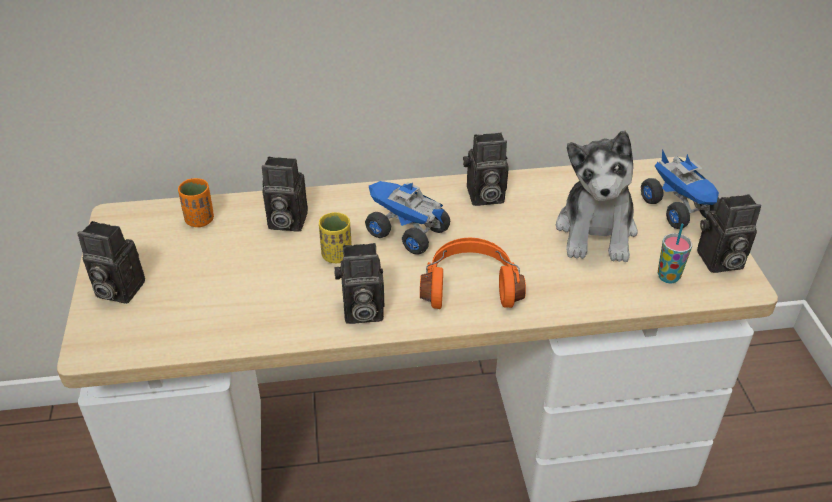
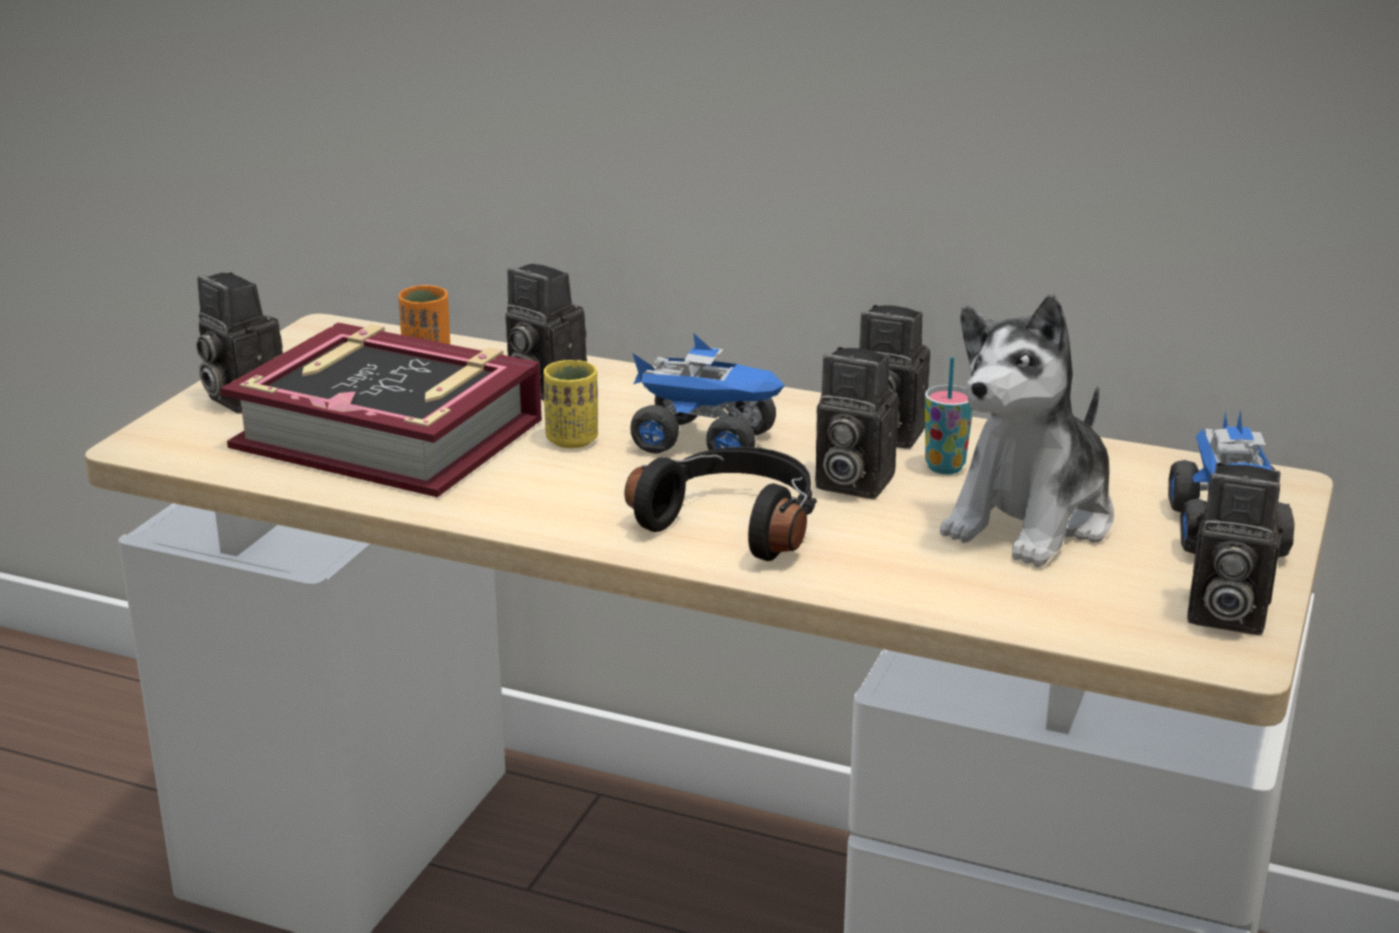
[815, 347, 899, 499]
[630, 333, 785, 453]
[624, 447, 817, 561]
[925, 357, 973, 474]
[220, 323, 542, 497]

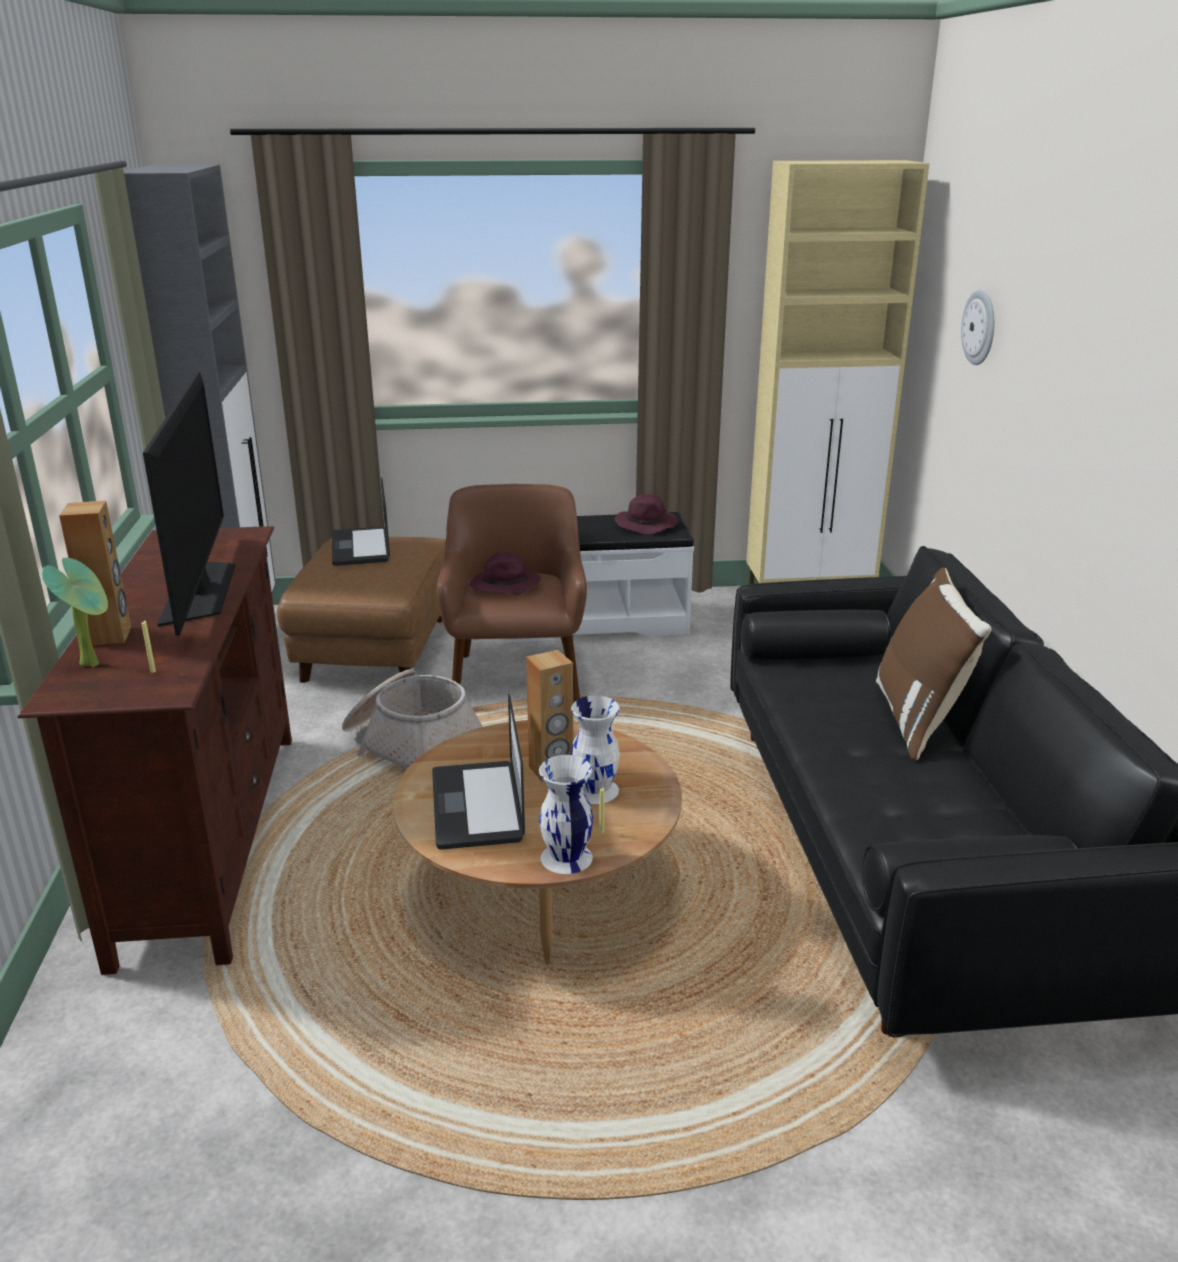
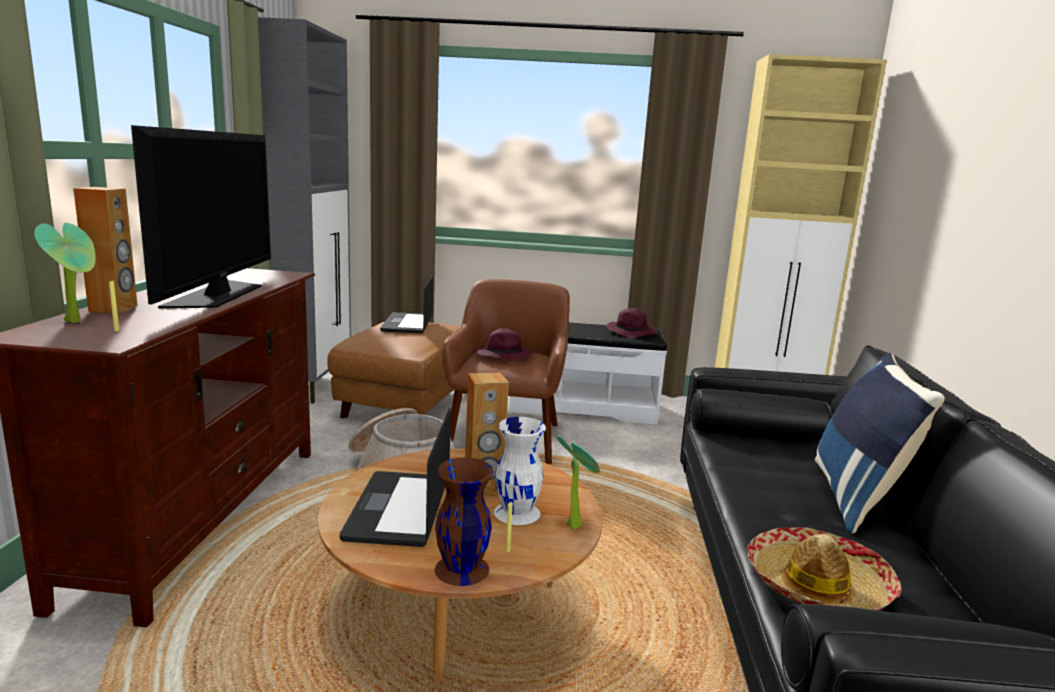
[435, 457, 494, 586]
[815, 353, 945, 533]
[961, 290, 994, 365] (first image)
[556, 436, 600, 530]
[747, 527, 901, 611]

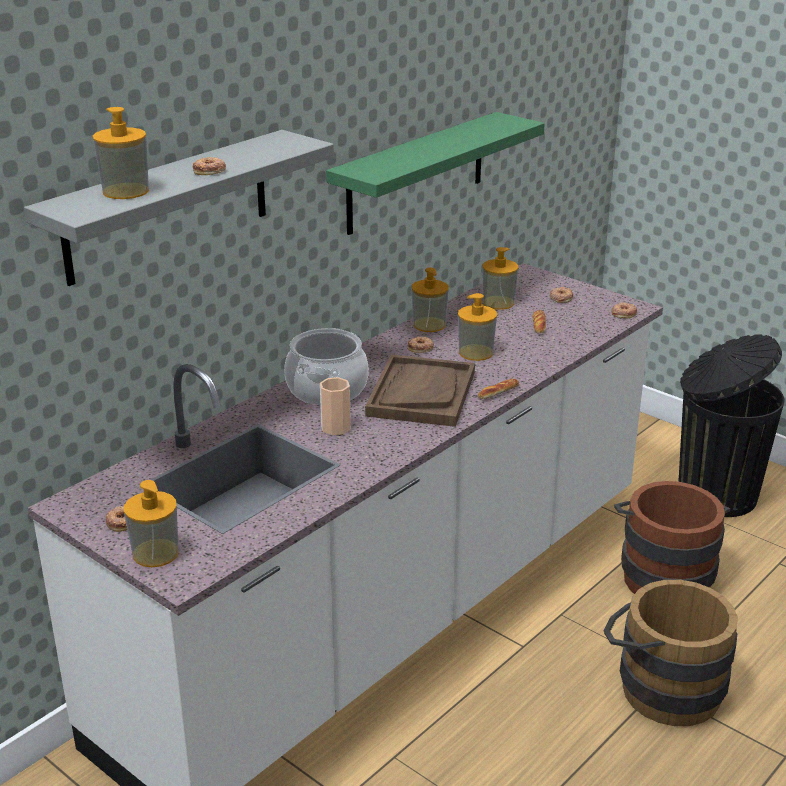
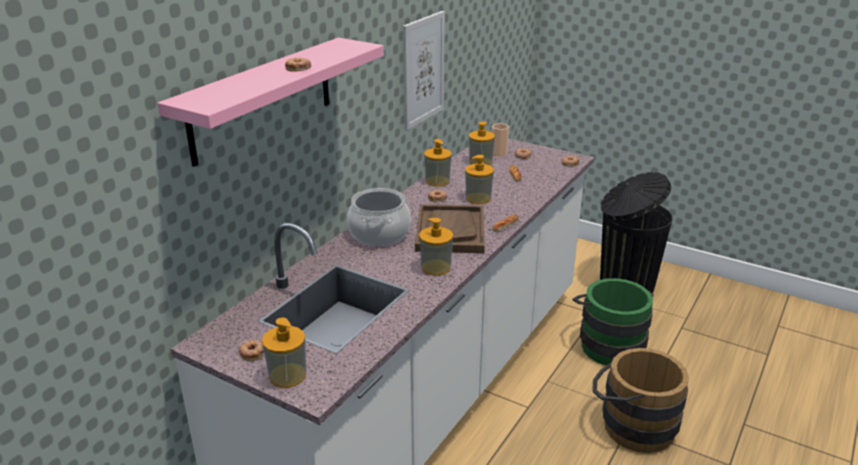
[157, 38, 384, 167]
[419, 218, 453, 275]
[491, 123, 509, 157]
[403, 11, 445, 130]
[573, 278, 653, 365]

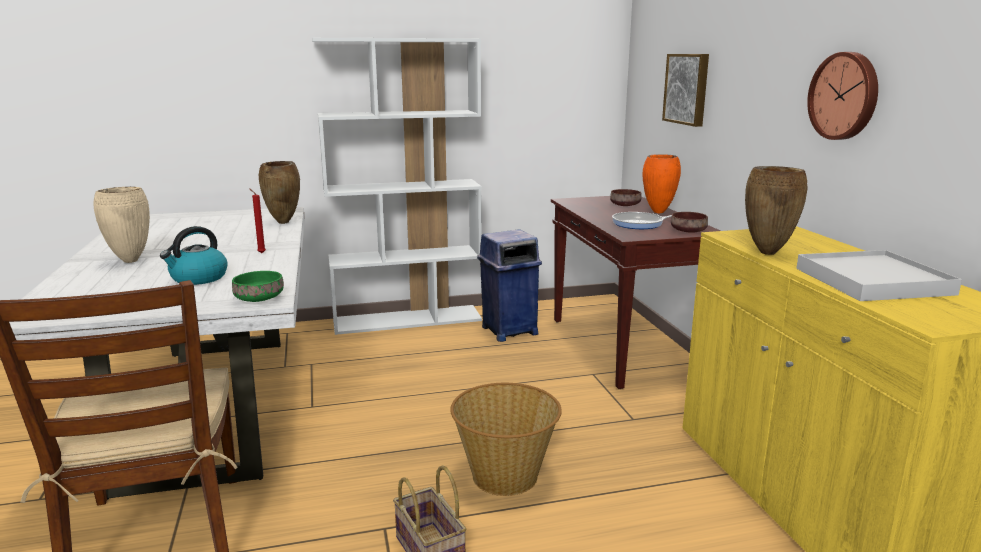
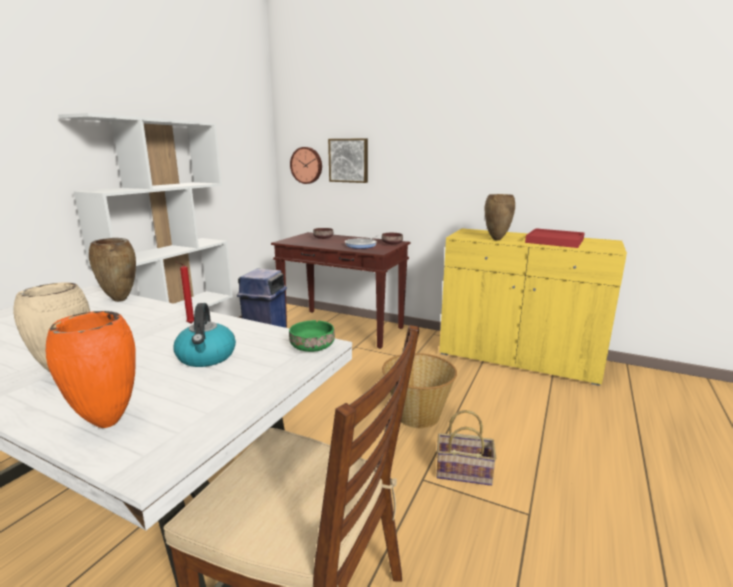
[45, 311, 136, 428]
[525, 228, 585, 248]
[290, 147, 322, 184]

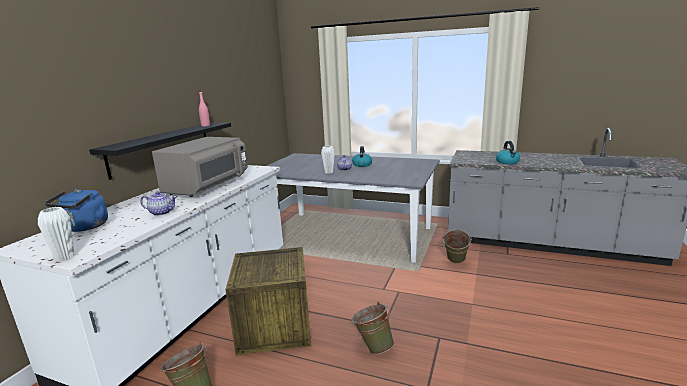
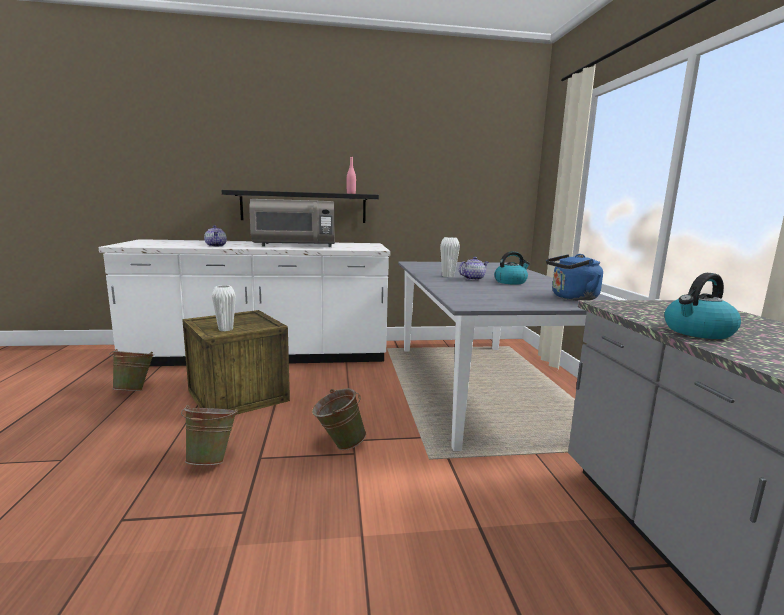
[212, 285, 236, 331]
[546, 254, 603, 301]
[312, 389, 366, 450]

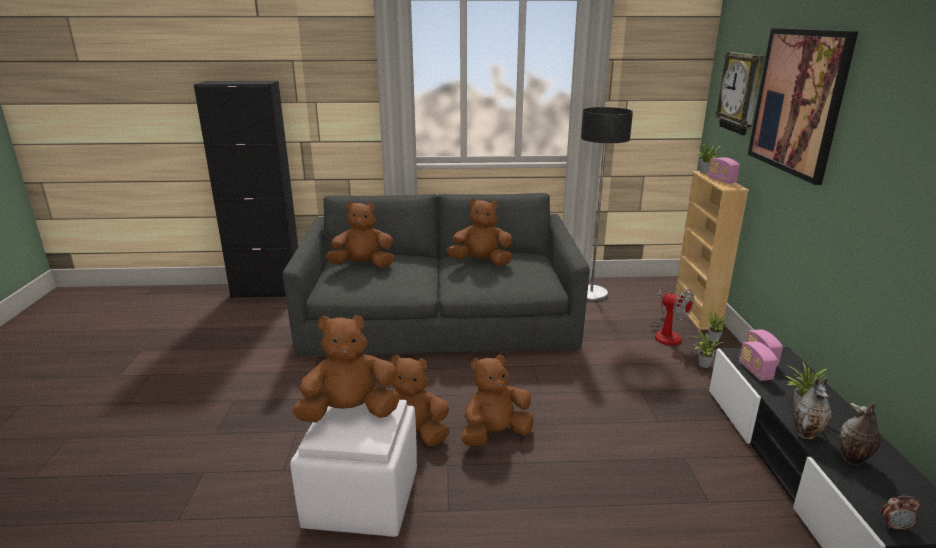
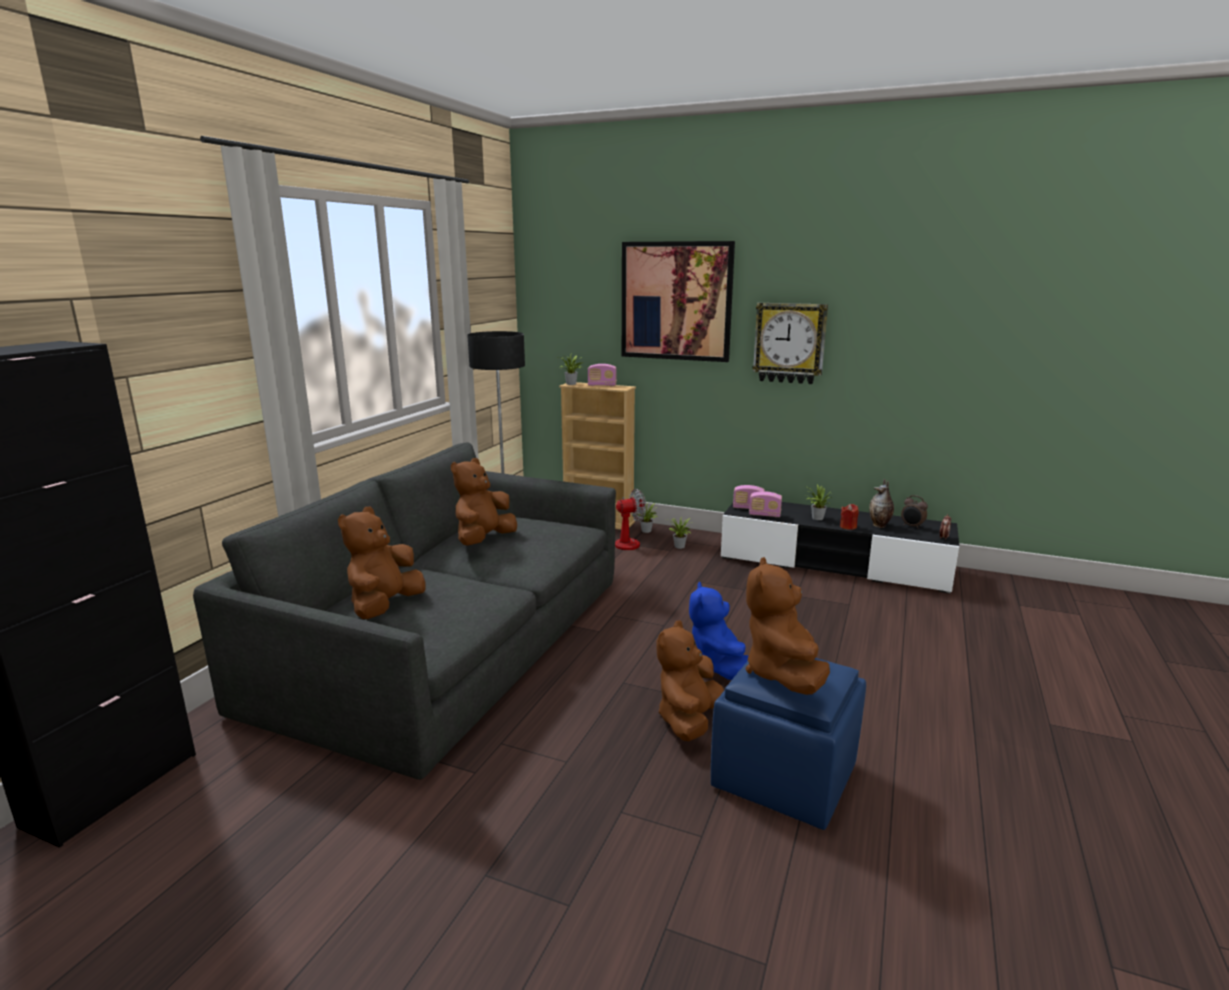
[711, 658, 866, 830]
[689, 582, 749, 680]
[752, 303, 828, 384]
[840, 504, 859, 530]
[901, 495, 928, 529]

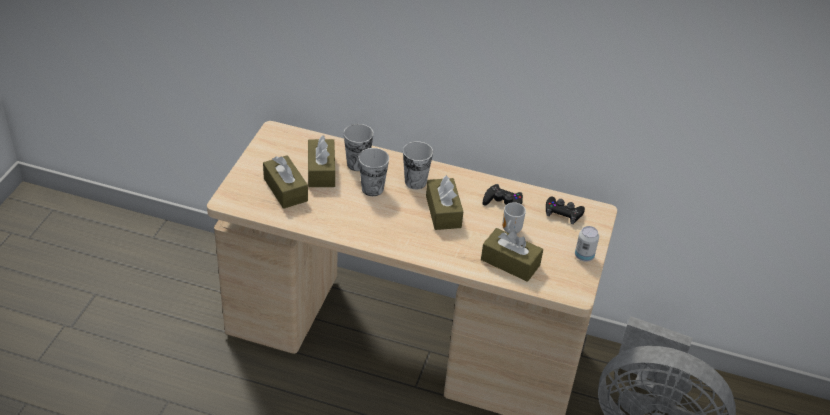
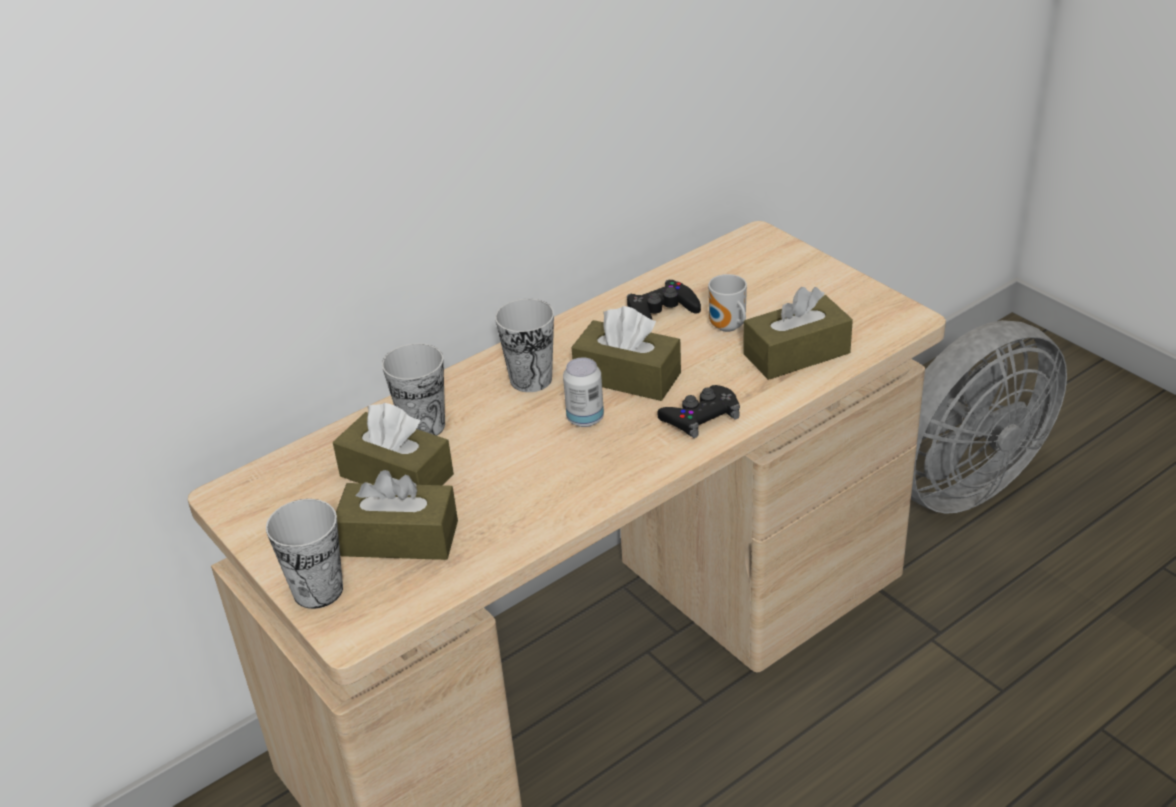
[266, 499, 343, 609]
[657, 385, 740, 438]
[563, 358, 604, 427]

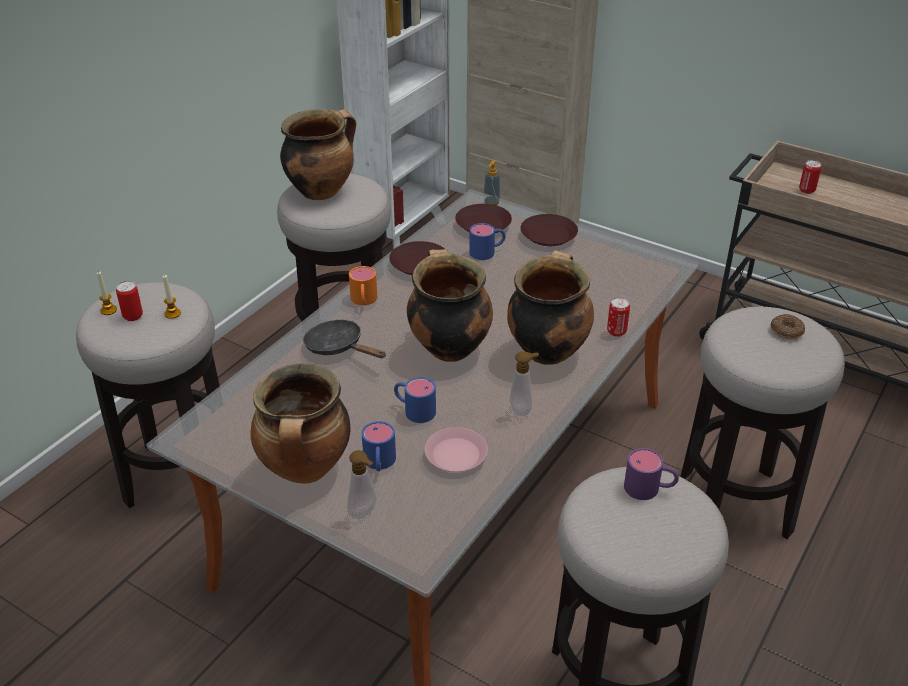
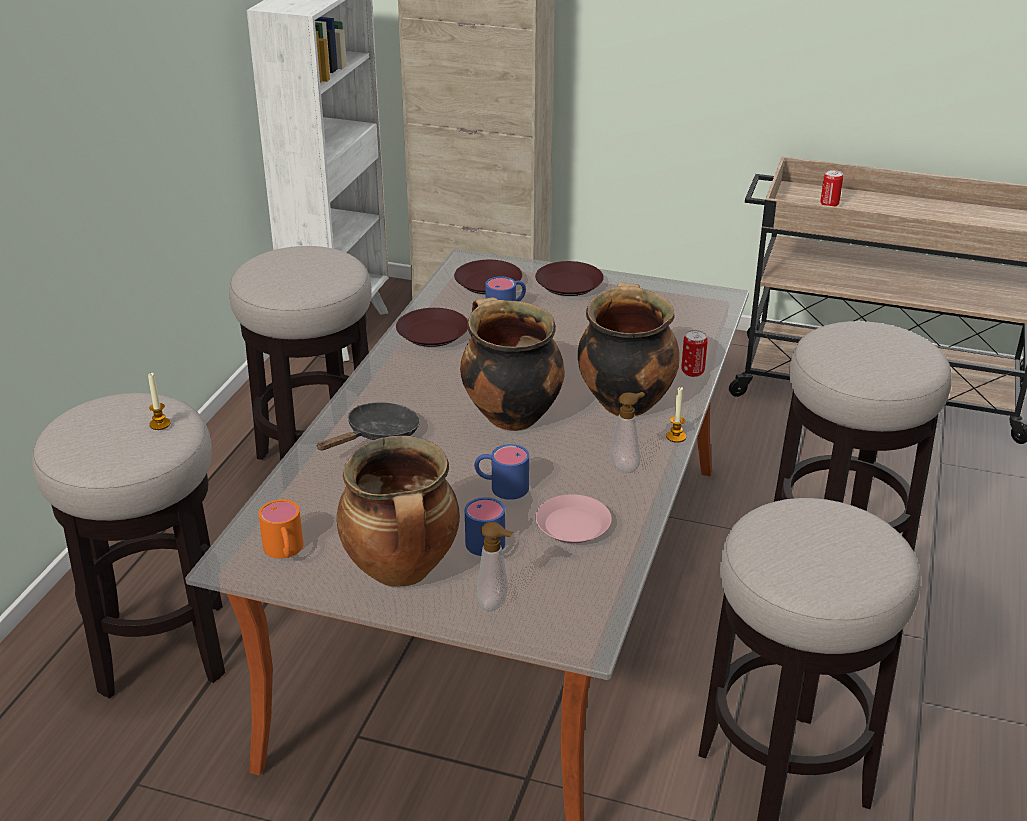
[666, 387, 686, 443]
[116, 281, 143, 321] (first image)
[280, 109, 356, 200] (first image)
[316, 402, 420, 450]
[258, 499, 303, 559]
[483, 160, 501, 205] (first image)
[624, 448, 679, 500] (first image)
[770, 314, 805, 339] (first image)

